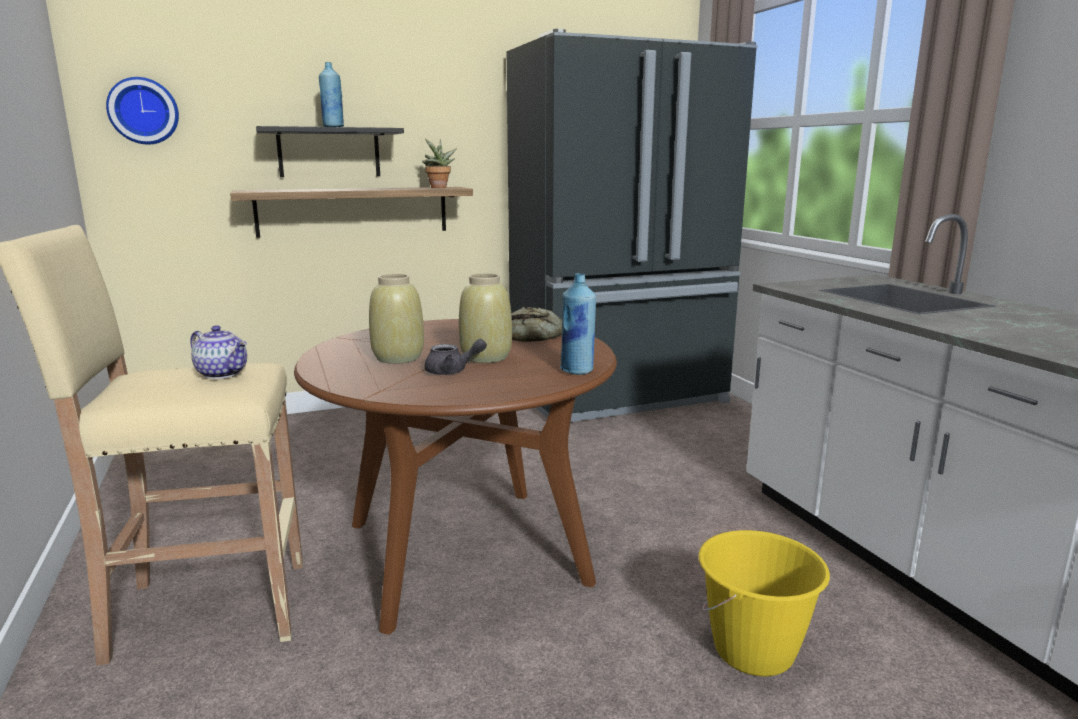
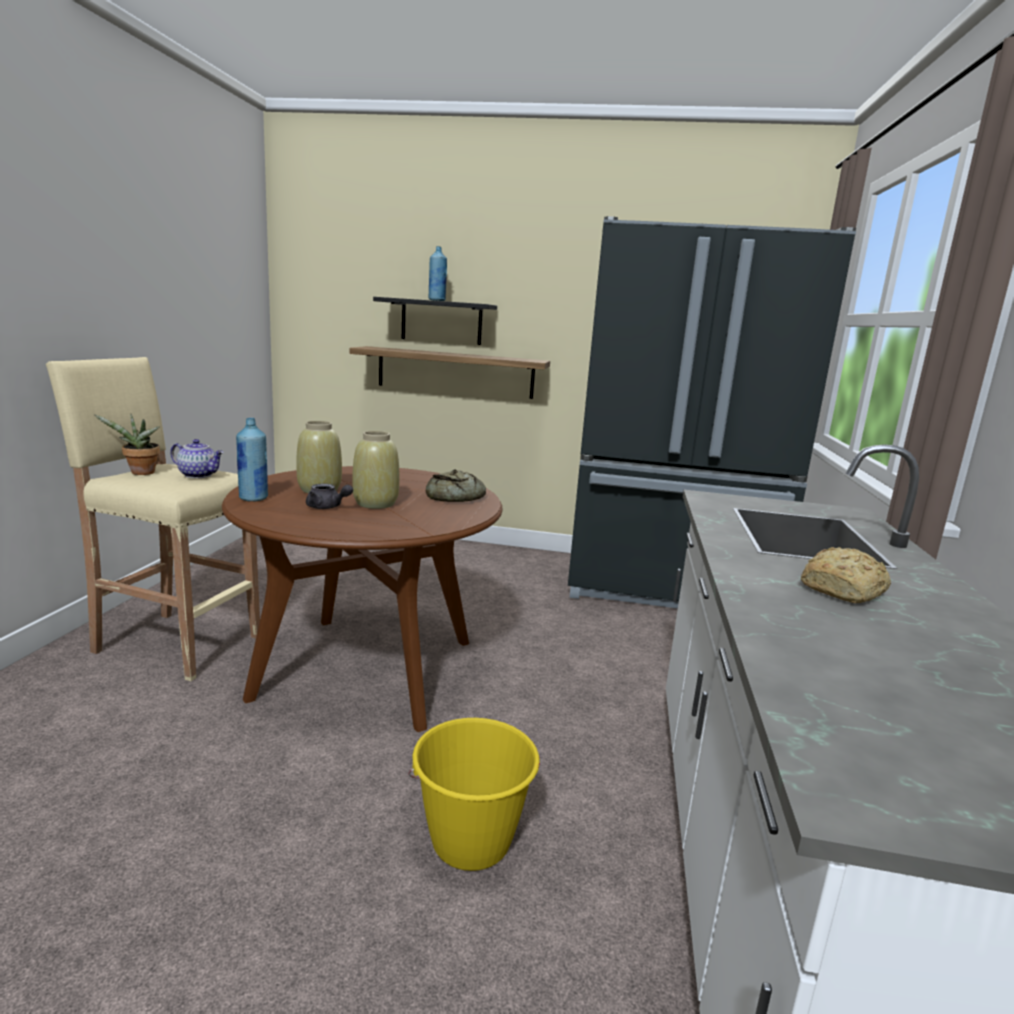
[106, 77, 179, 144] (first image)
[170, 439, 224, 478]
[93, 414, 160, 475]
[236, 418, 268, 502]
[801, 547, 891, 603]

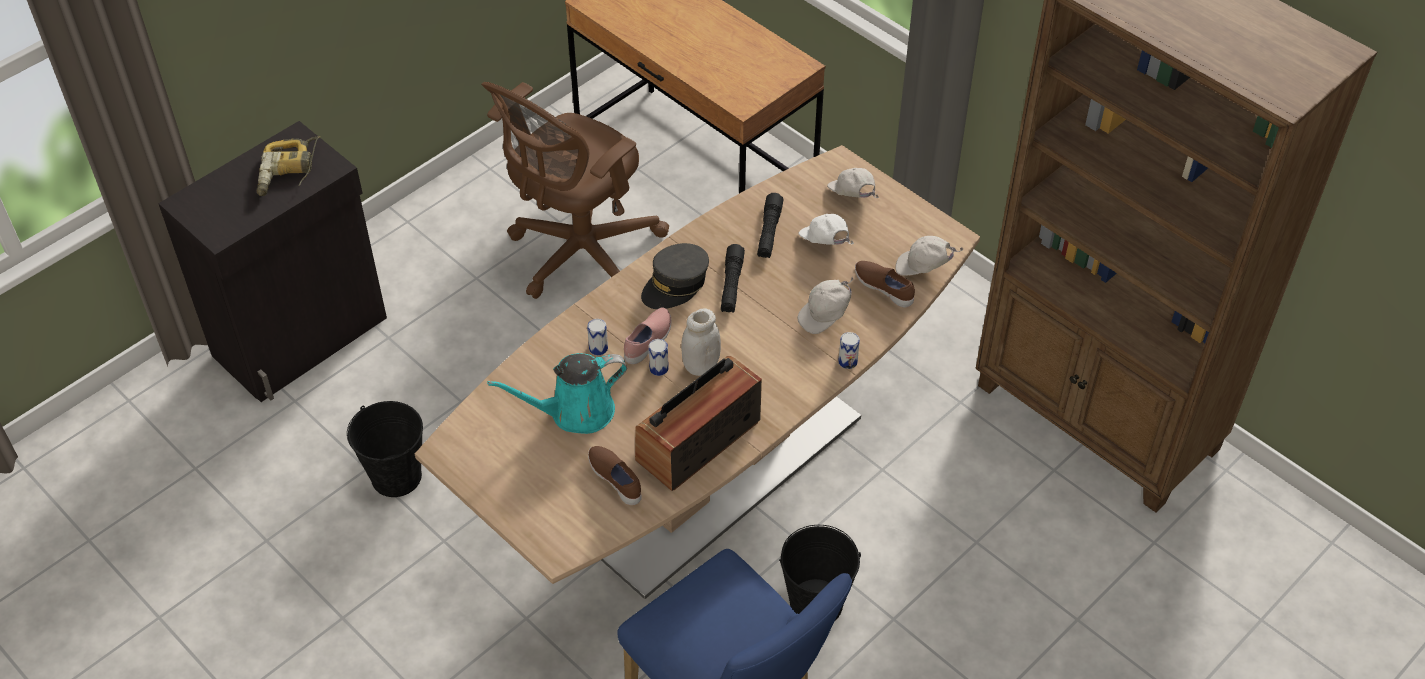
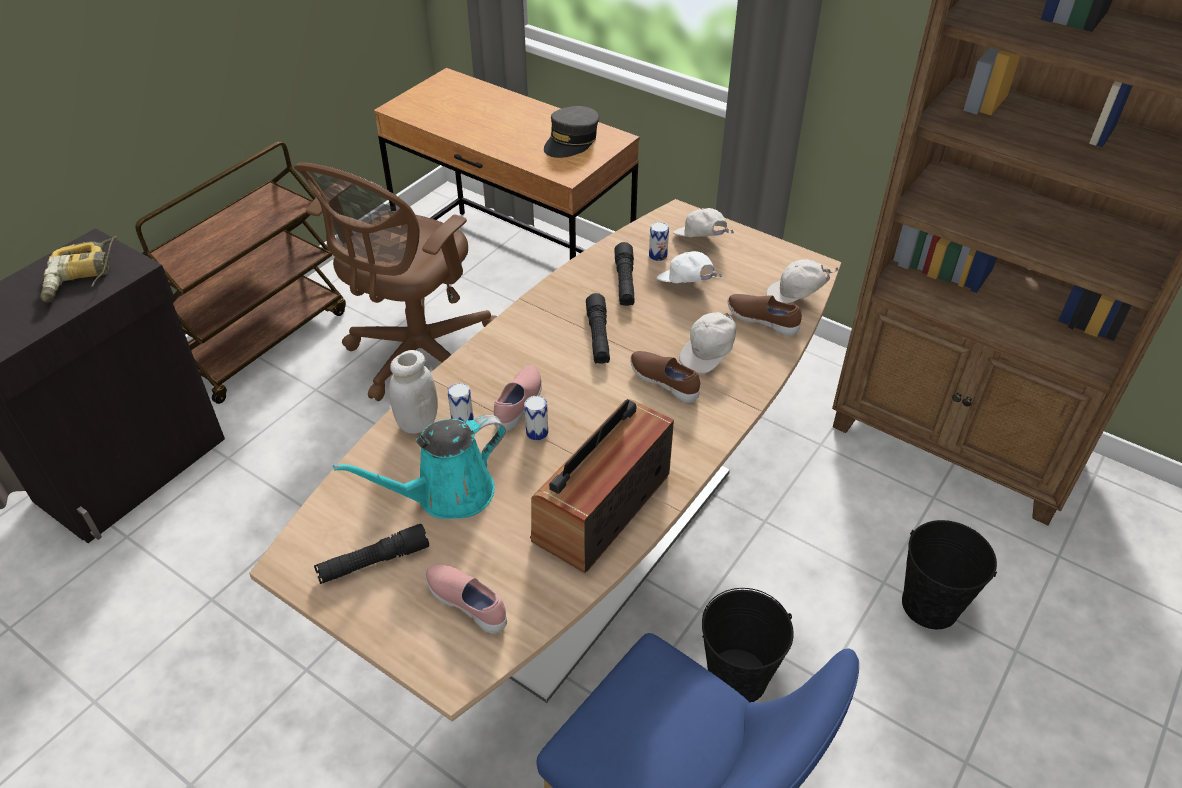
[902, 520, 997, 629]
[630, 351, 700, 403]
[544, 106, 599, 158]
[389, 350, 438, 434]
[649, 222, 669, 261]
[136, 141, 346, 404]
[314, 524, 429, 584]
[425, 565, 507, 633]

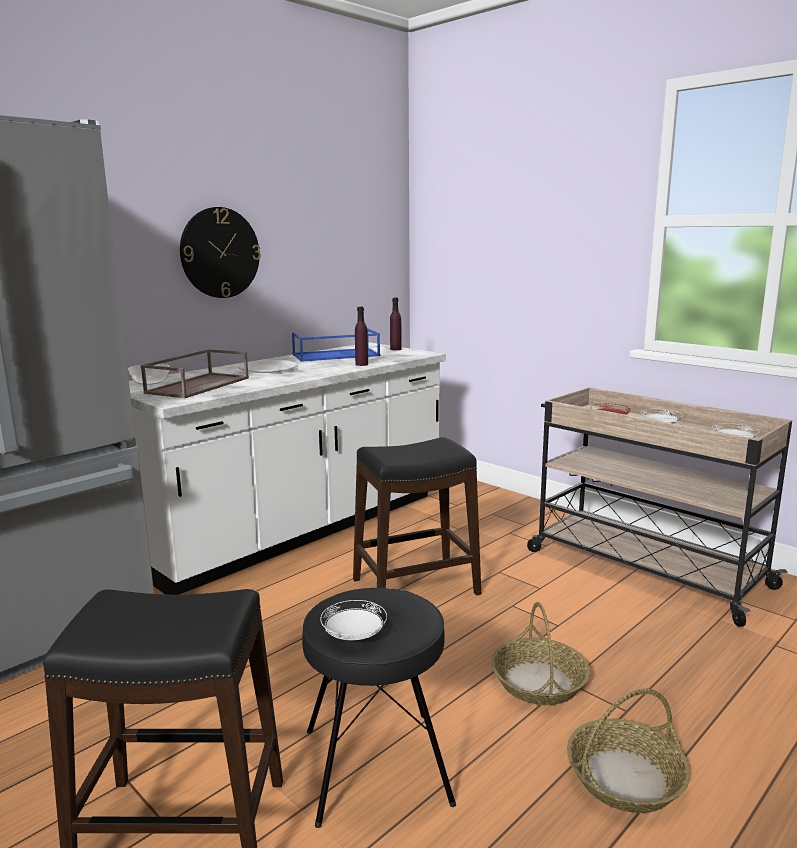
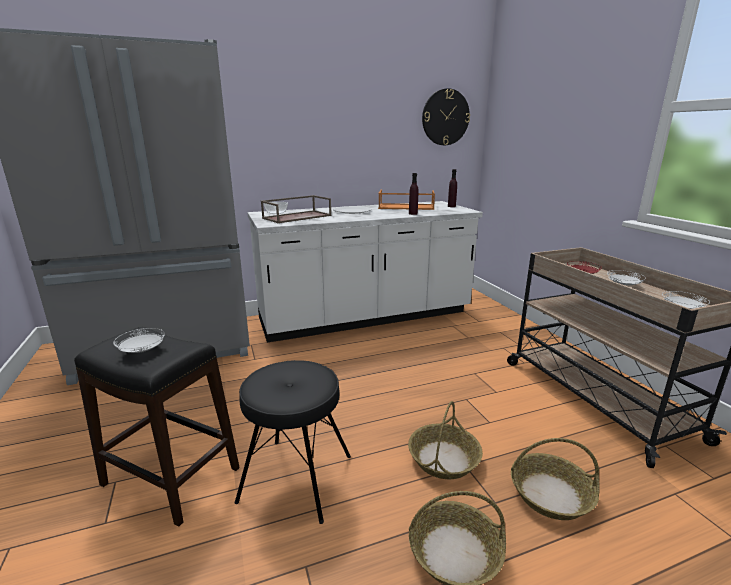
[422, 88, 470, 145]
[378, 190, 435, 210]
[113, 328, 165, 353]
[353, 437, 481, 595] (first image)
[511, 438, 600, 520]

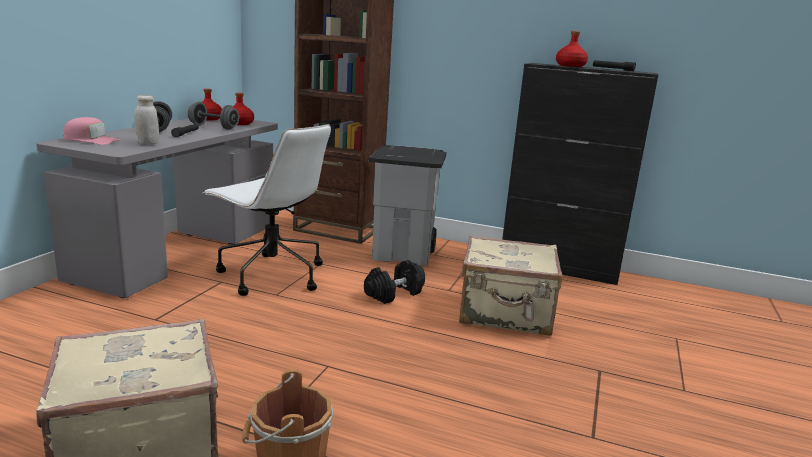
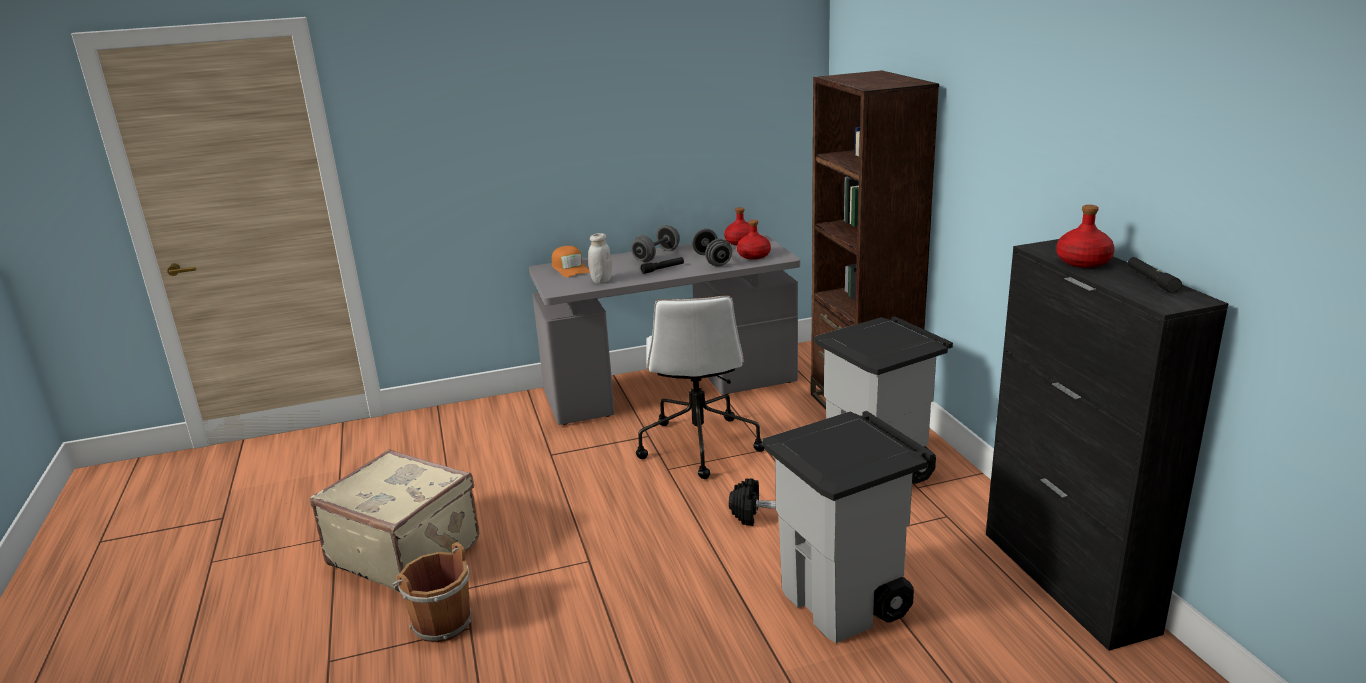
[552, 246, 590, 277]
[763, 411, 934, 643]

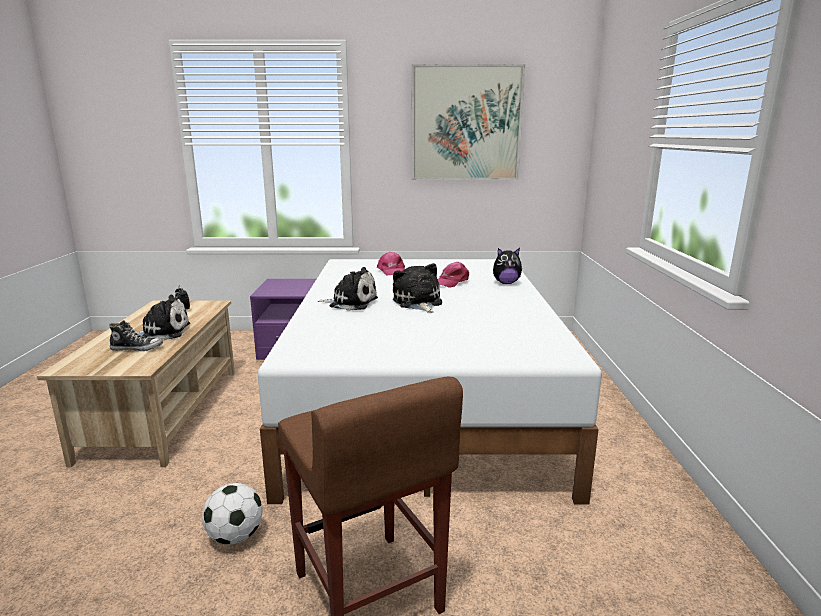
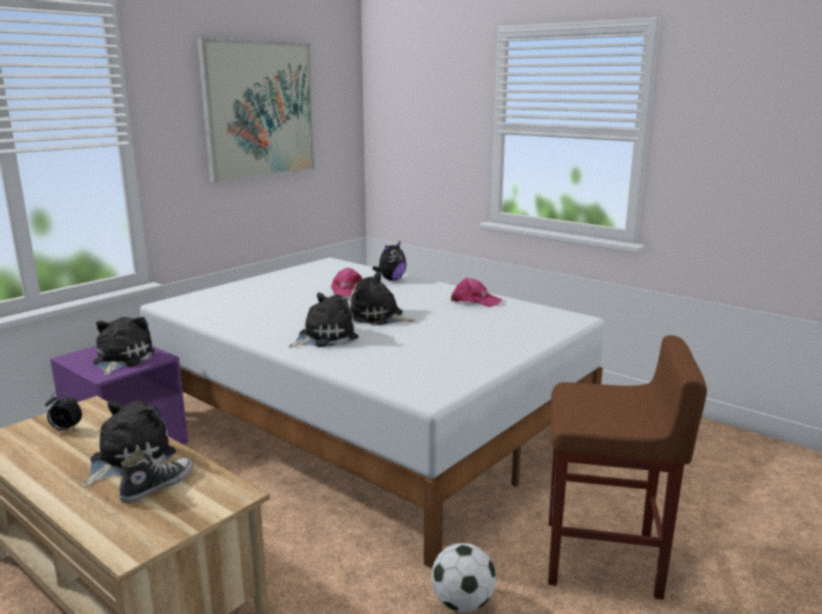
[451, 278, 502, 307]
[93, 317, 155, 375]

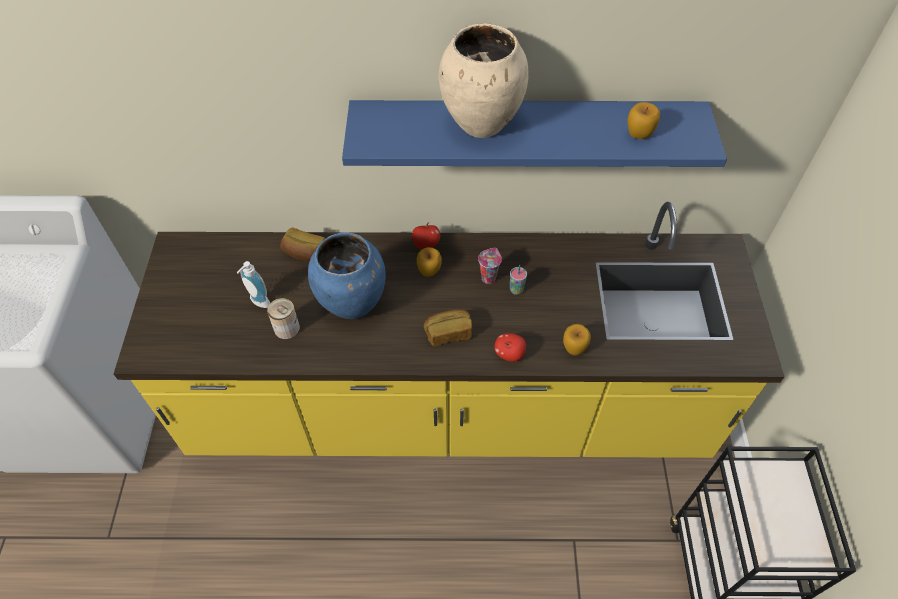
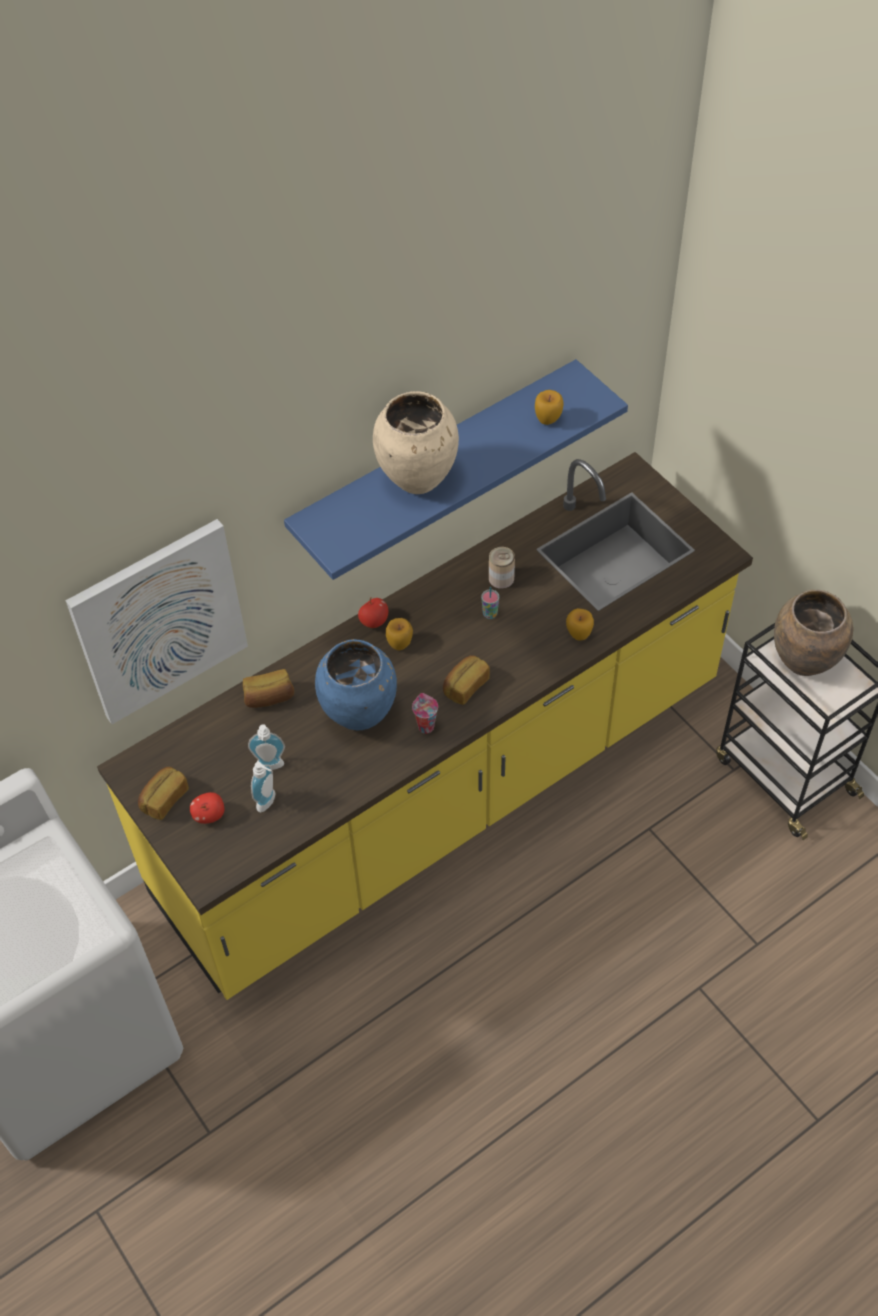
[489, 547, 515, 589]
[412, 693, 438, 734]
[190, 792, 224, 824]
[66, 519, 248, 724]
[138, 767, 189, 820]
[251, 762, 276, 812]
[774, 590, 853, 676]

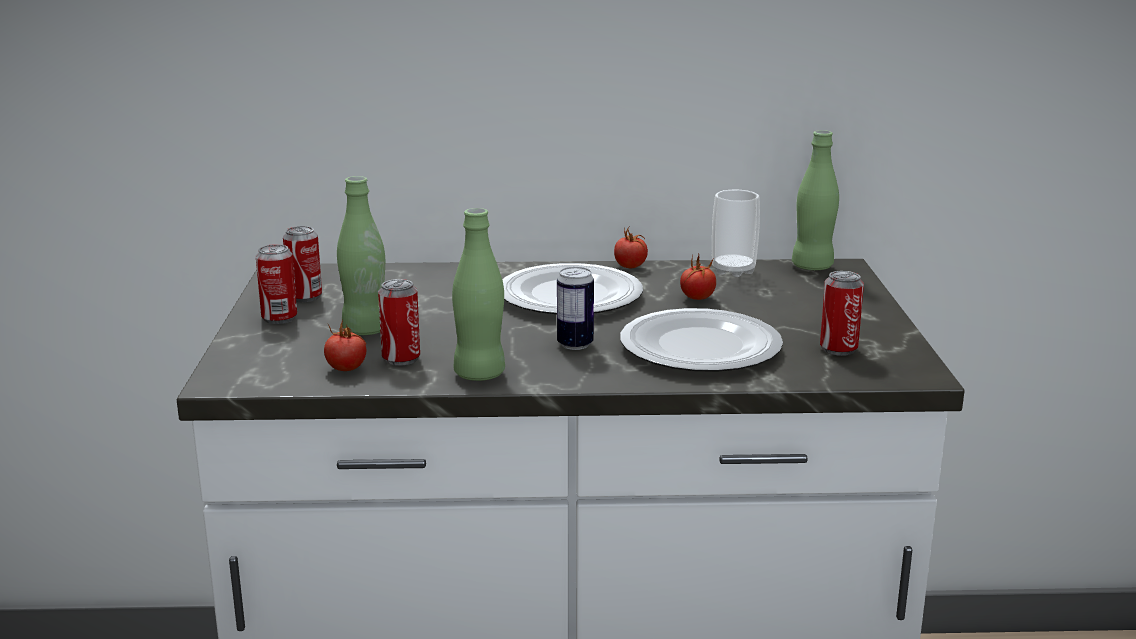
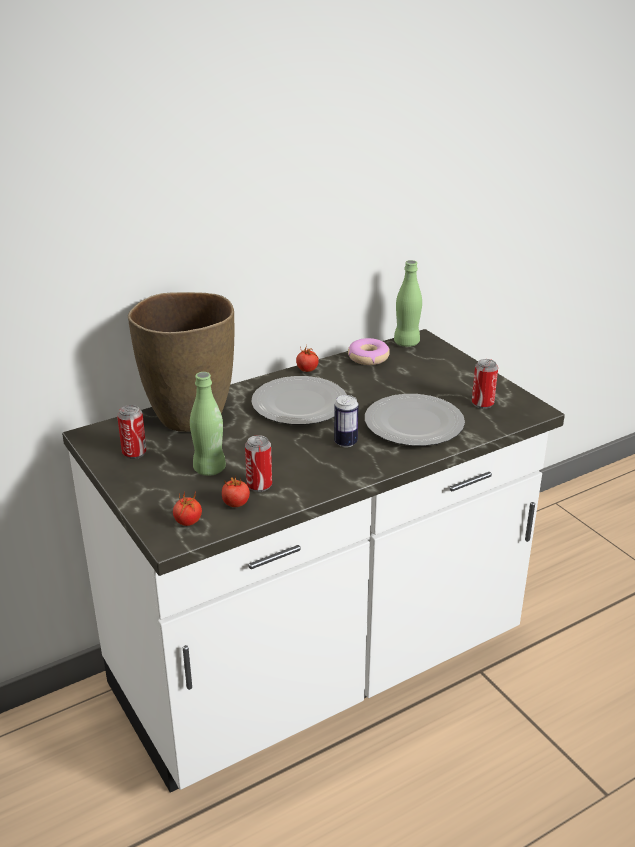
[256, 244, 297, 324] (first image)
[452, 208, 505, 381] (first image)
[173, 491, 202, 526]
[348, 338, 390, 365]
[128, 292, 234, 432]

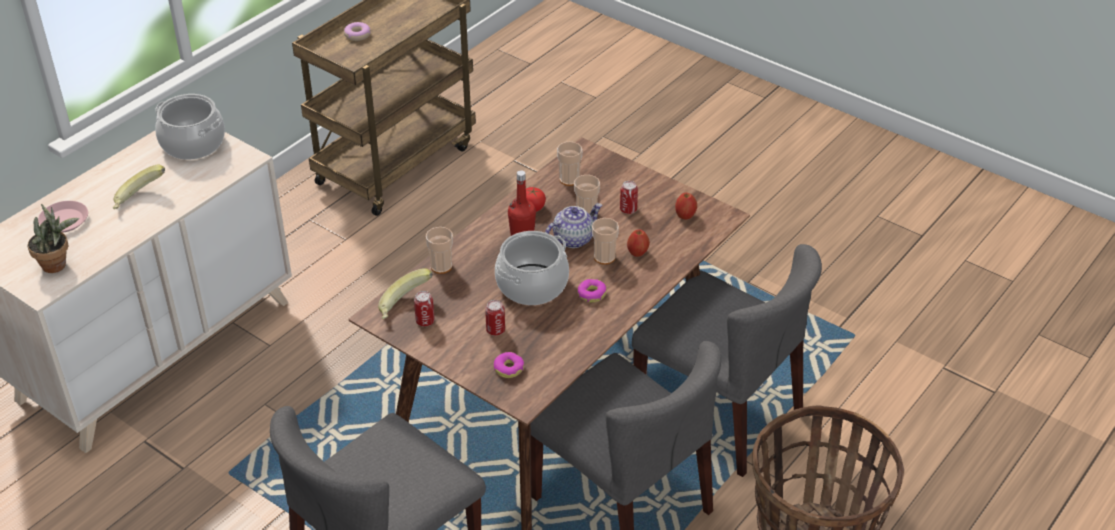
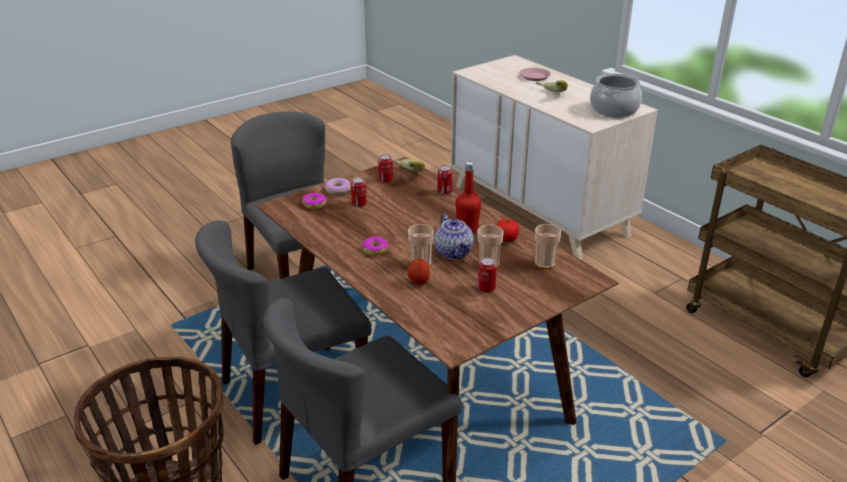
[28, 204, 79, 273] (first image)
[325, 178, 351, 195]
[437, 165, 453, 195]
[495, 231, 569, 305] (first image)
[675, 193, 697, 219] (first image)

